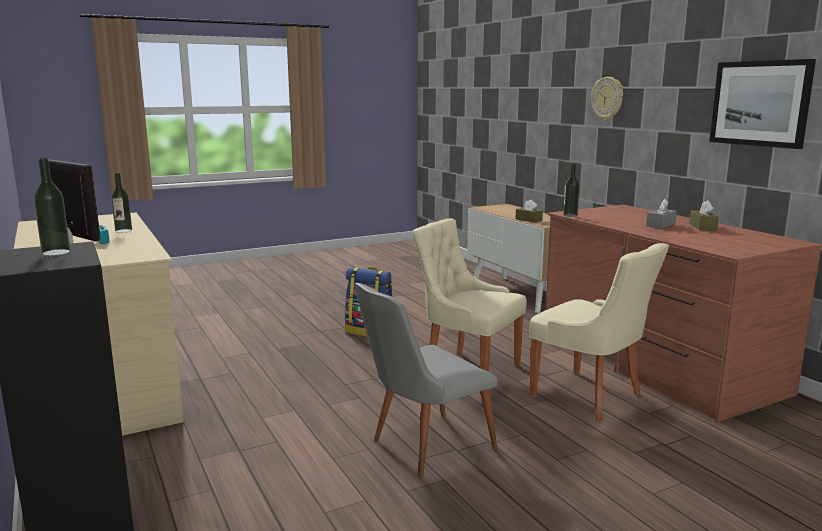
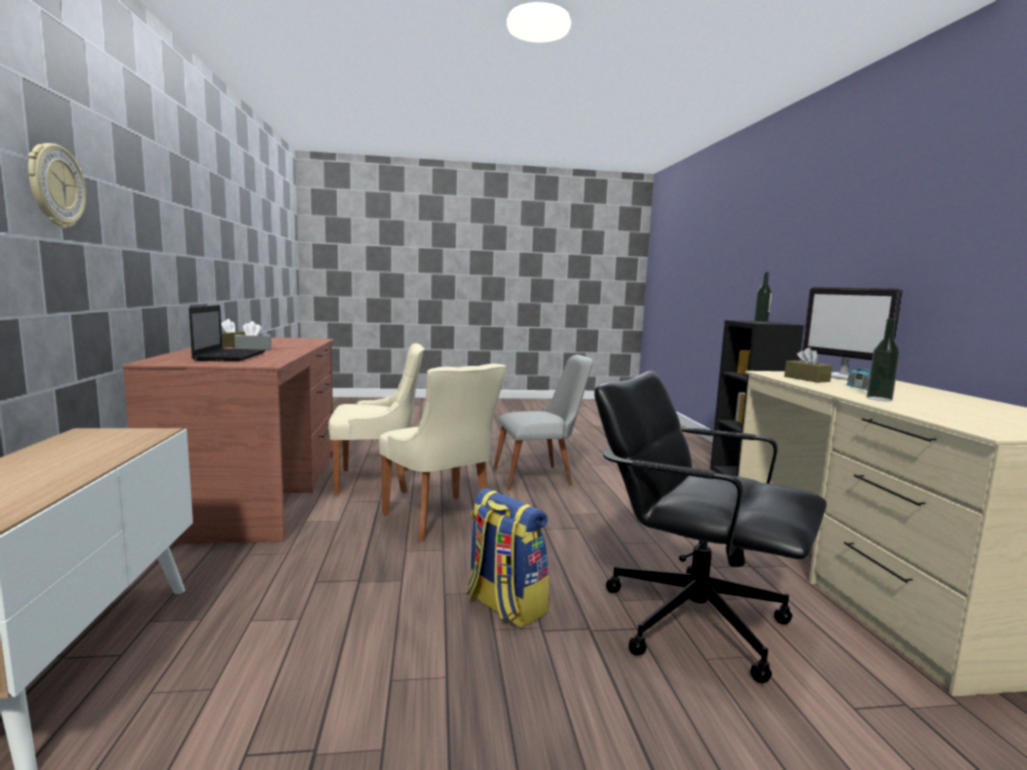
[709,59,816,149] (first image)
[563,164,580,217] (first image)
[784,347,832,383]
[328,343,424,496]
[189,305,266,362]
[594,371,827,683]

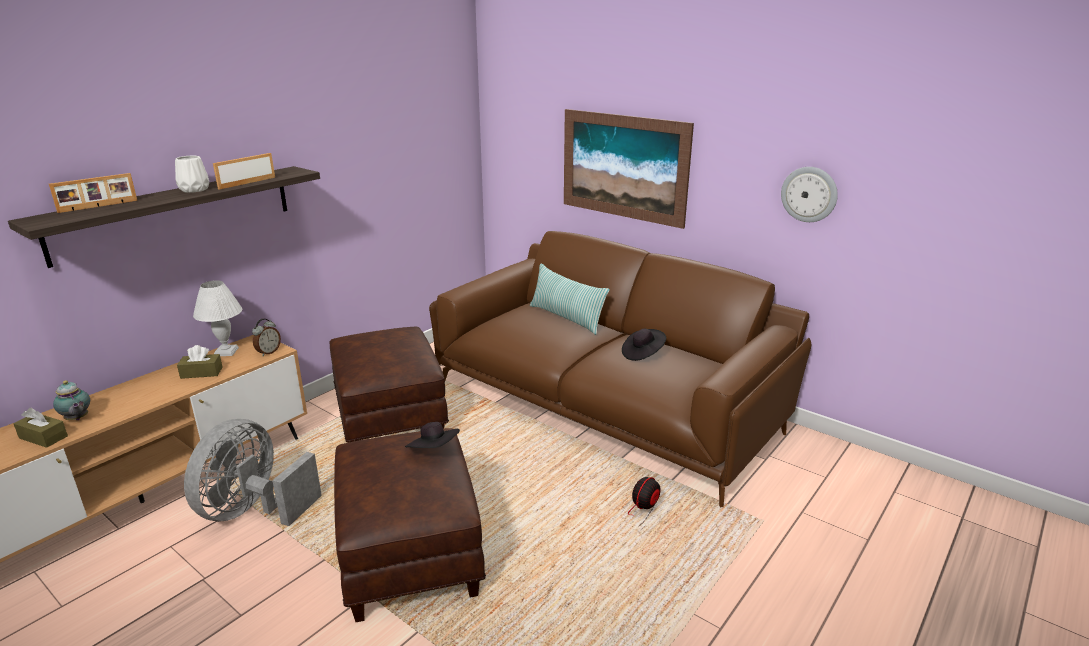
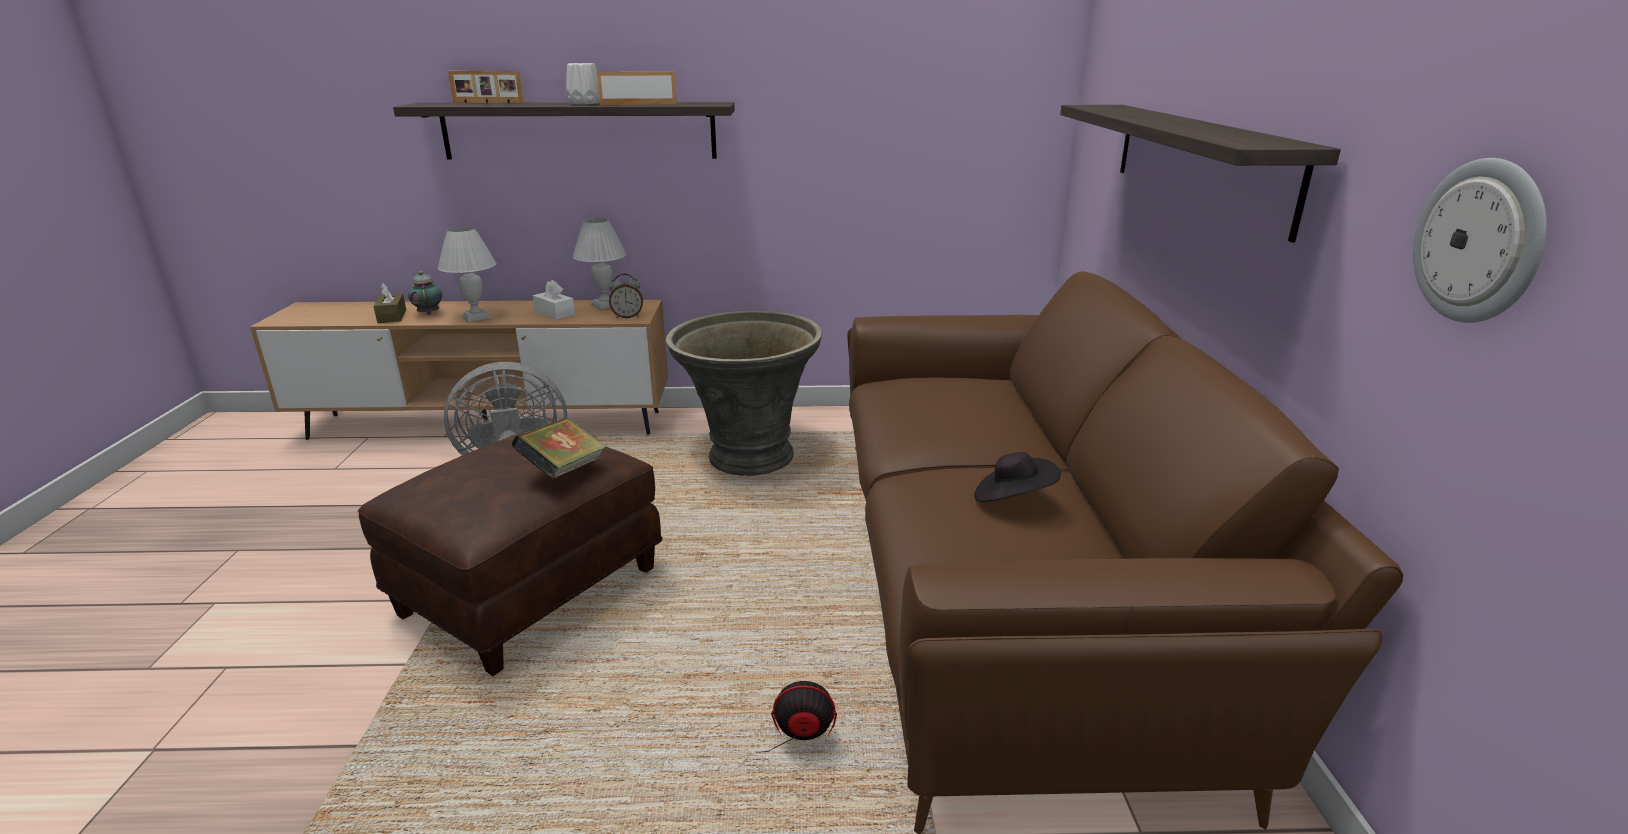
[1060,105,1341,243]
[530,264,610,335] (first image)
[666,310,822,476]
[533,280,575,320]
[408,271,442,315]
[511,417,605,479]
[438,227,496,322]

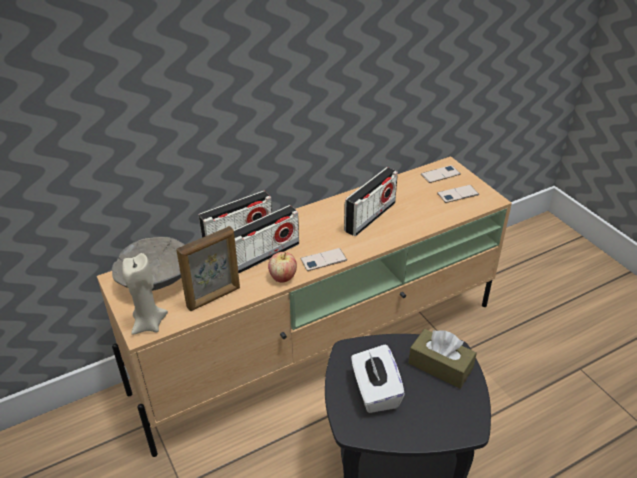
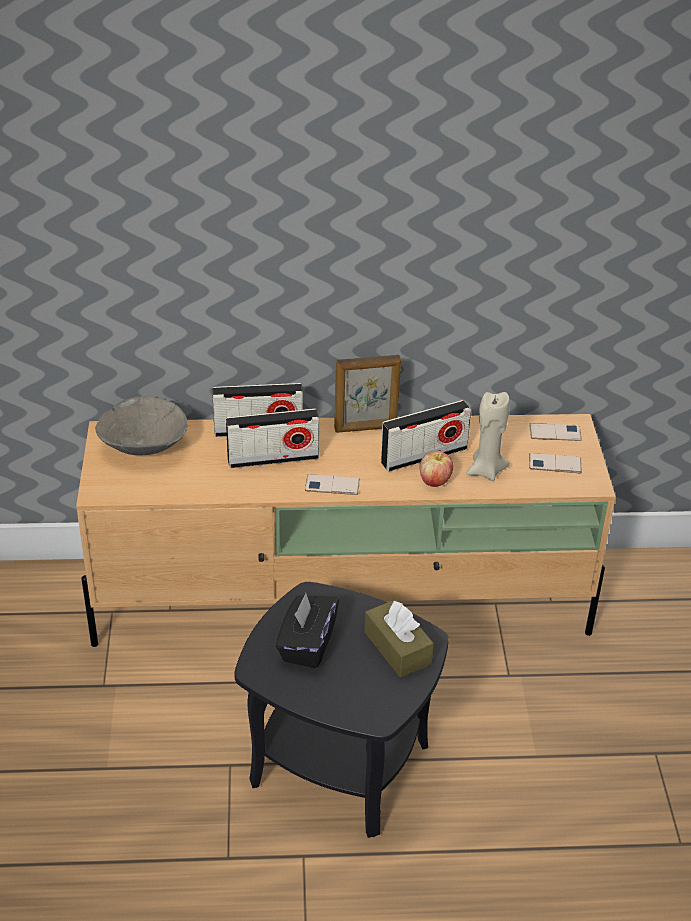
[334,355,401,433]
[420,451,453,487]
[466,392,510,481]
[276,593,339,668]

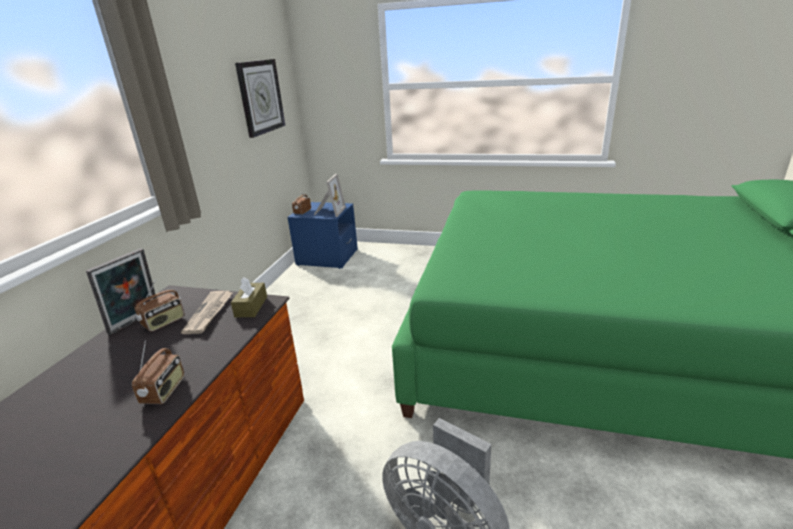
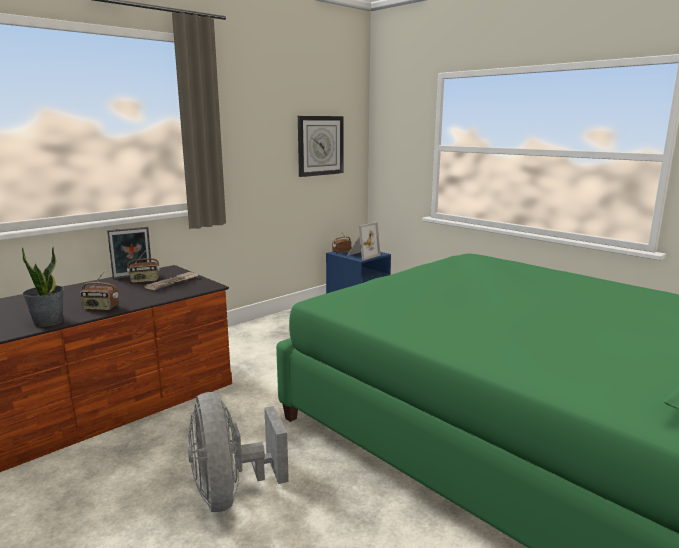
[231,277,267,317] (first image)
[80,271,119,310]
[22,247,64,327]

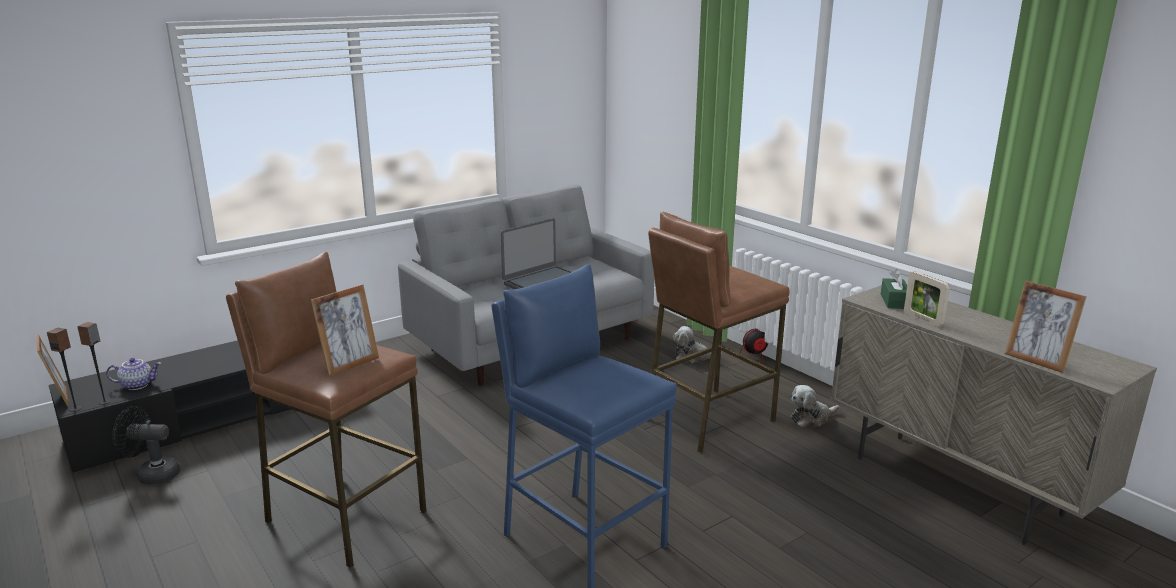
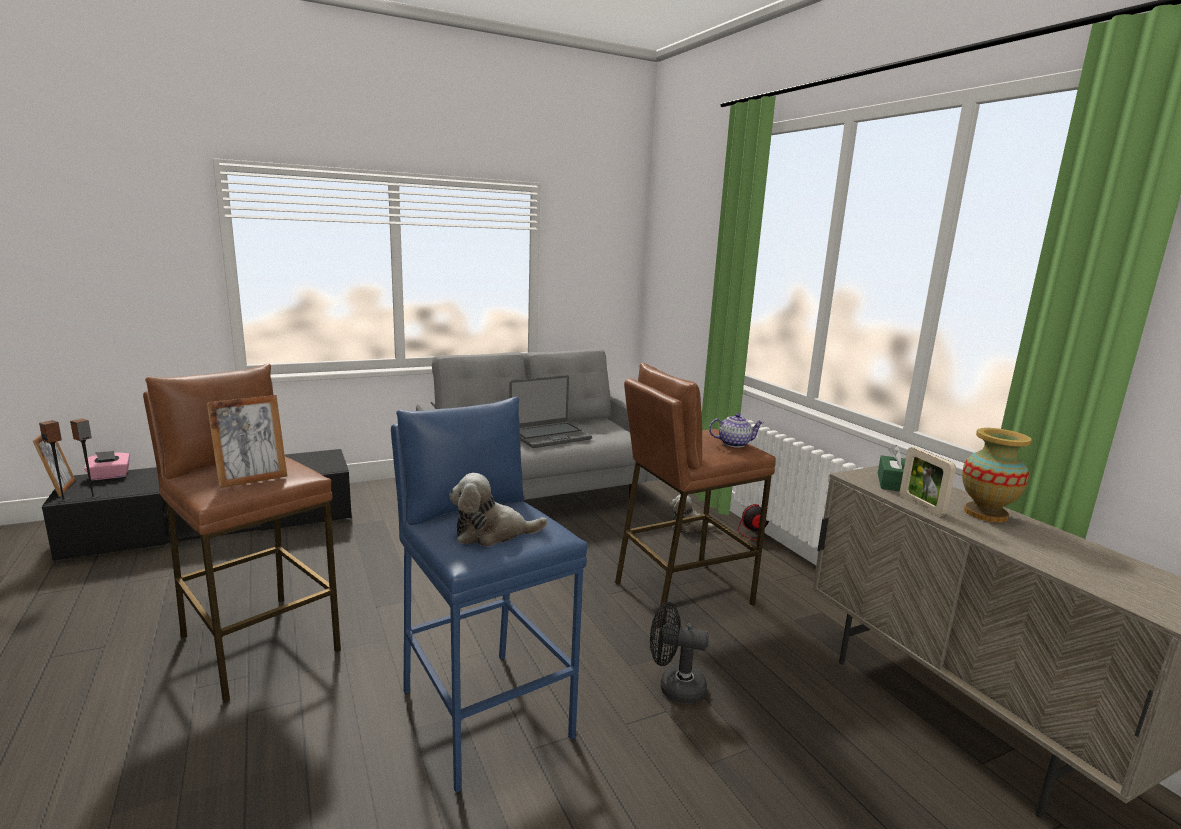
[1004,281,1087,373] (first image)
[709,413,764,448]
[449,473,548,547]
[650,602,709,704]
[962,428,1032,523]
[84,451,130,480]

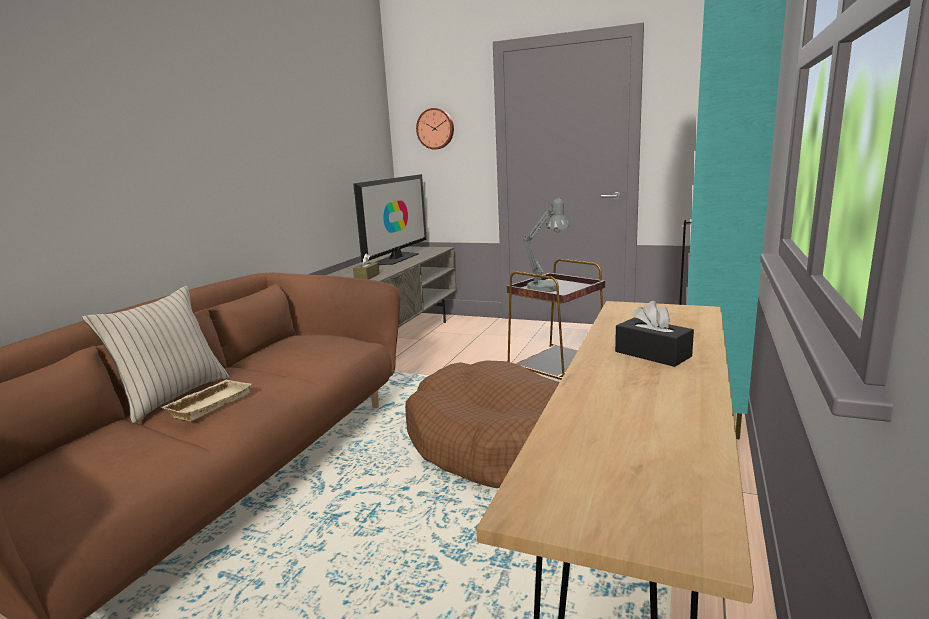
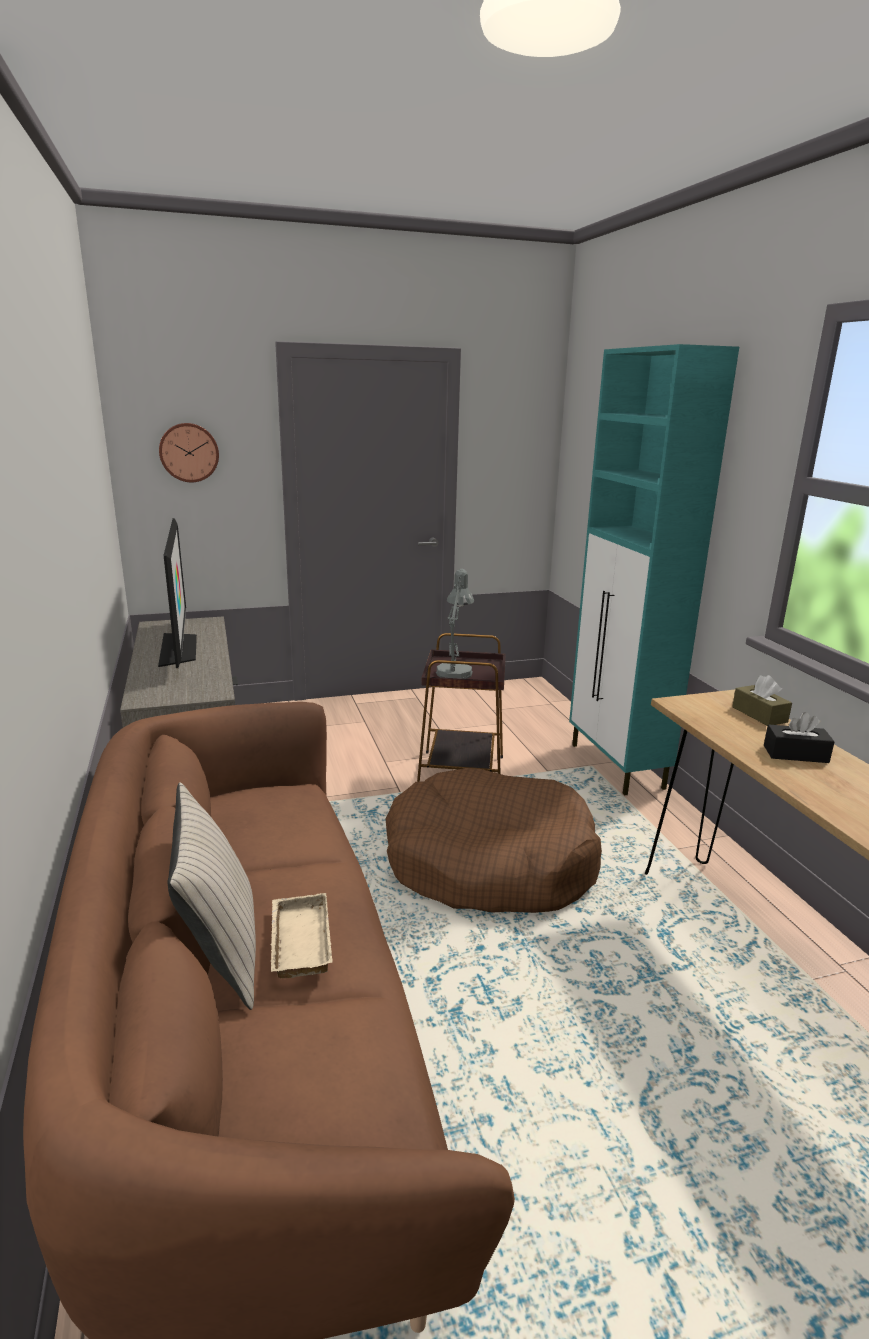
[732,675,792,726]

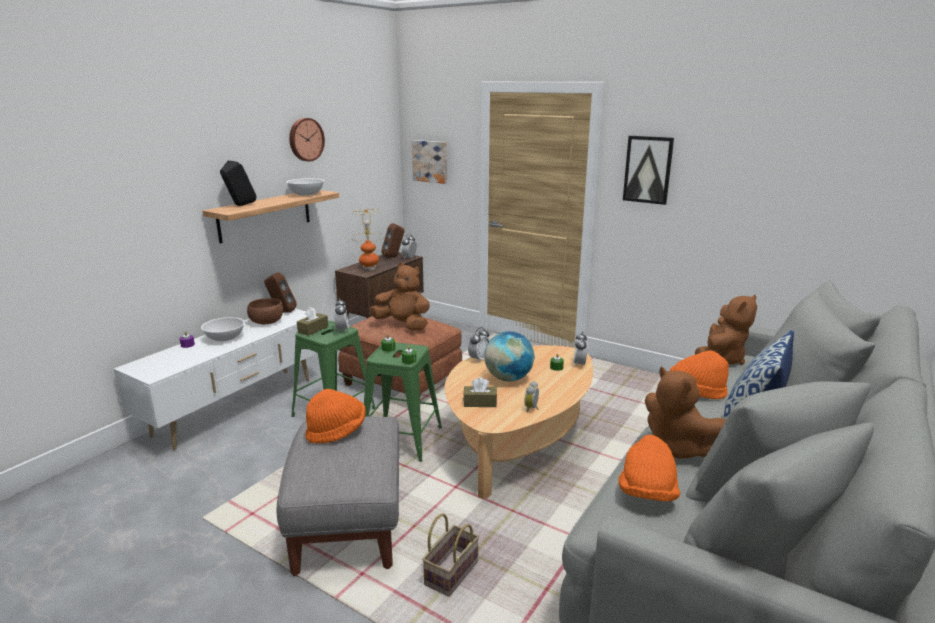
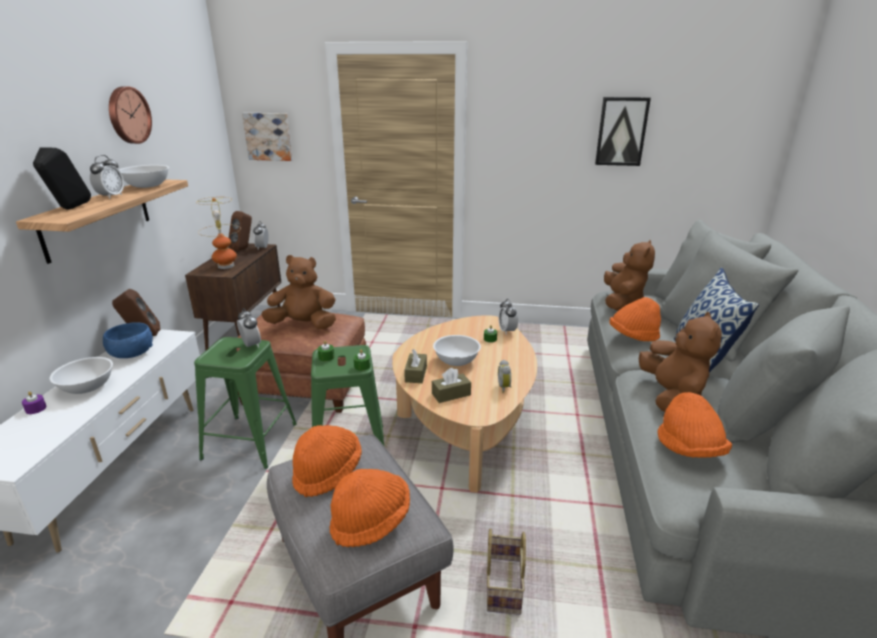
[595,97,651,166]
[103,322,153,358]
[404,349,427,383]
[90,155,124,199]
[433,335,481,366]
[639,312,722,412]
[329,469,410,547]

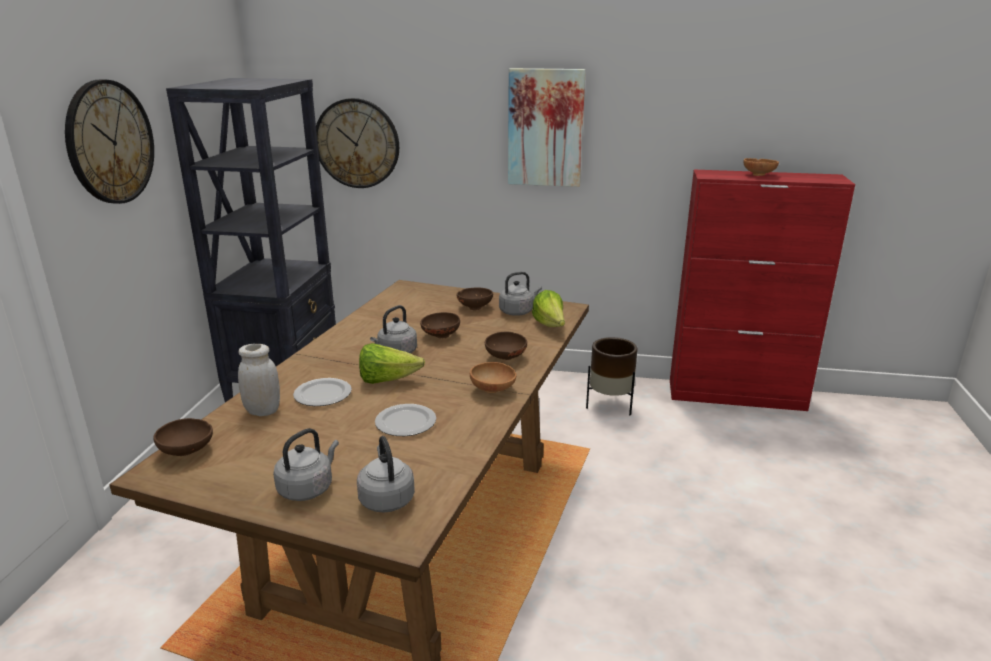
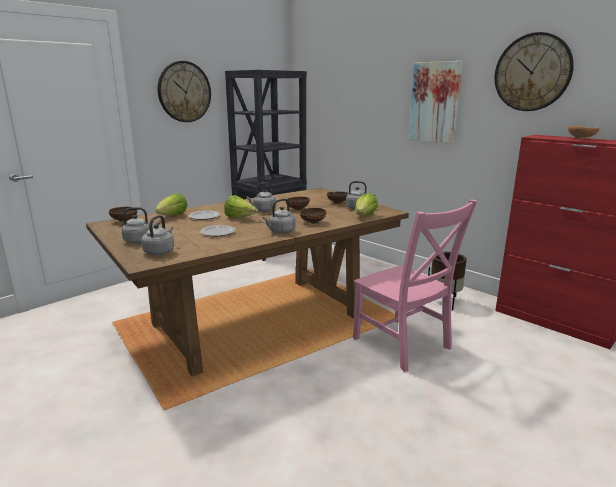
[495,32,574,111]
[155,193,187,215]
[263,199,296,234]
[353,200,478,372]

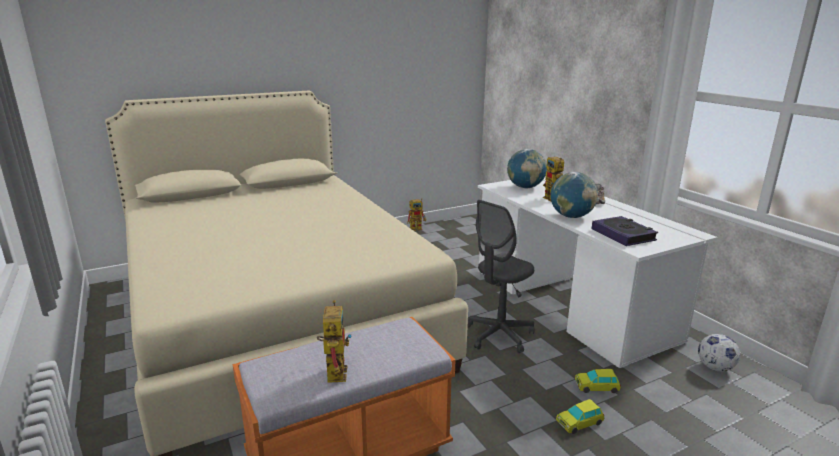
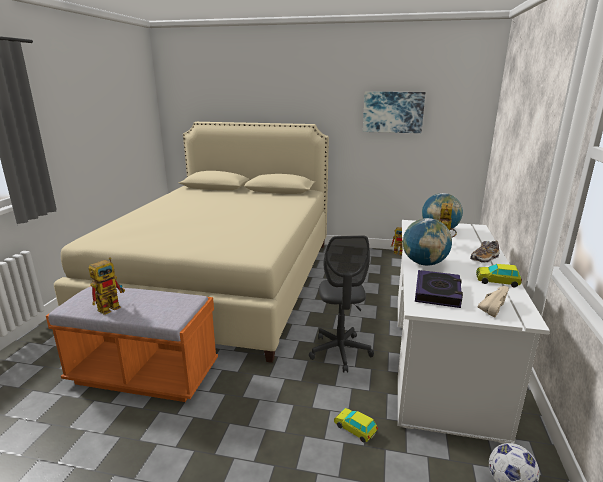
[309,236,374,373]
[476,264,522,287]
[363,92,425,133]
[478,286,509,317]

